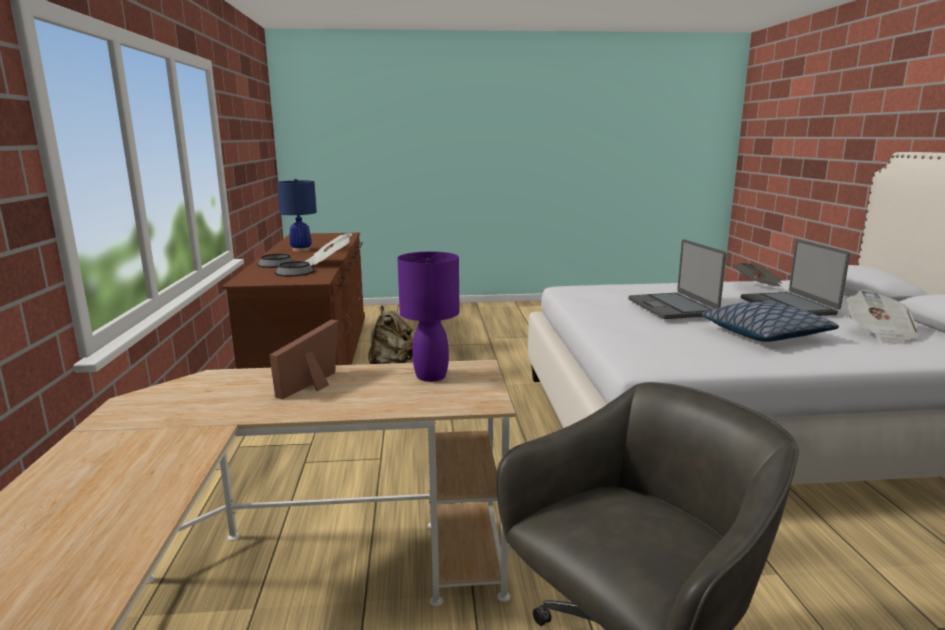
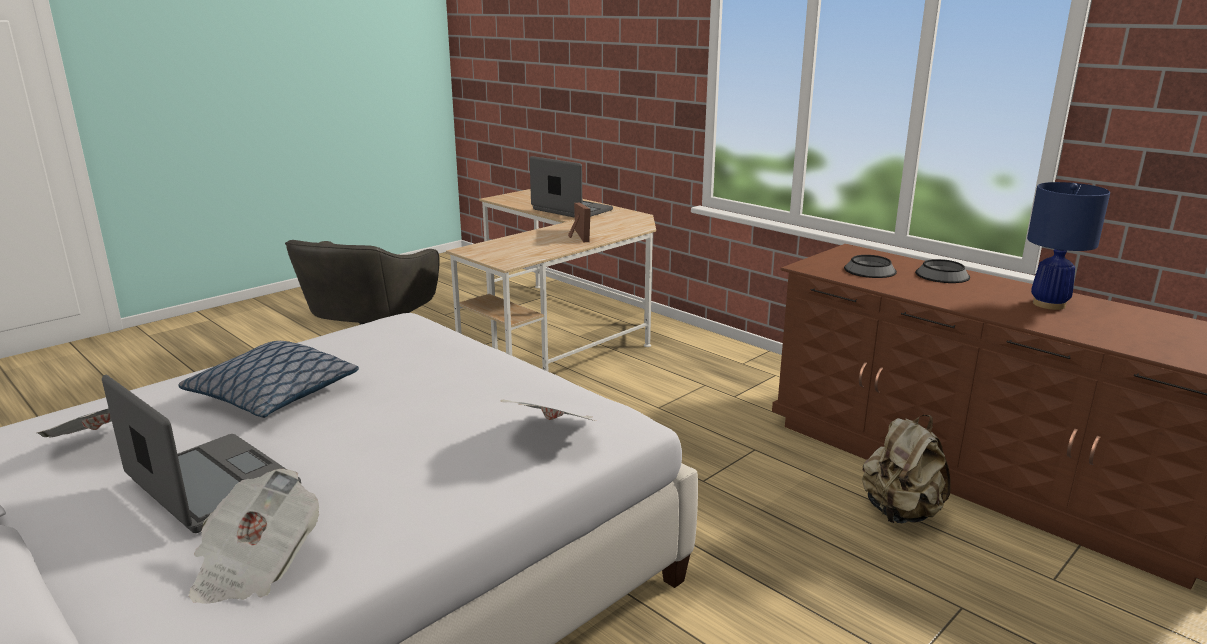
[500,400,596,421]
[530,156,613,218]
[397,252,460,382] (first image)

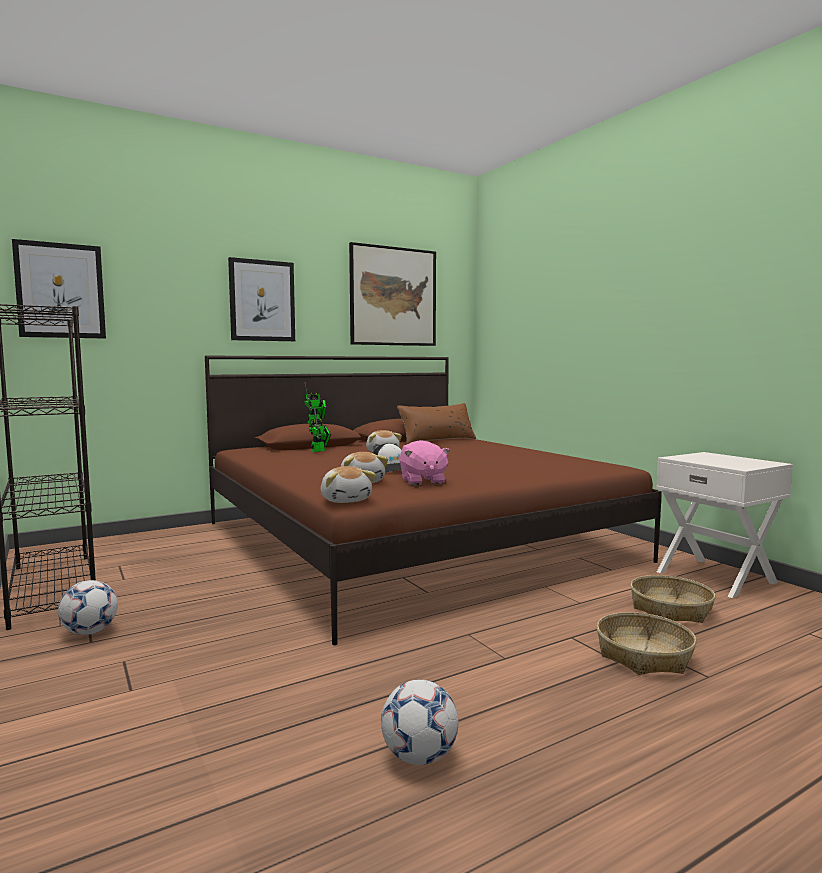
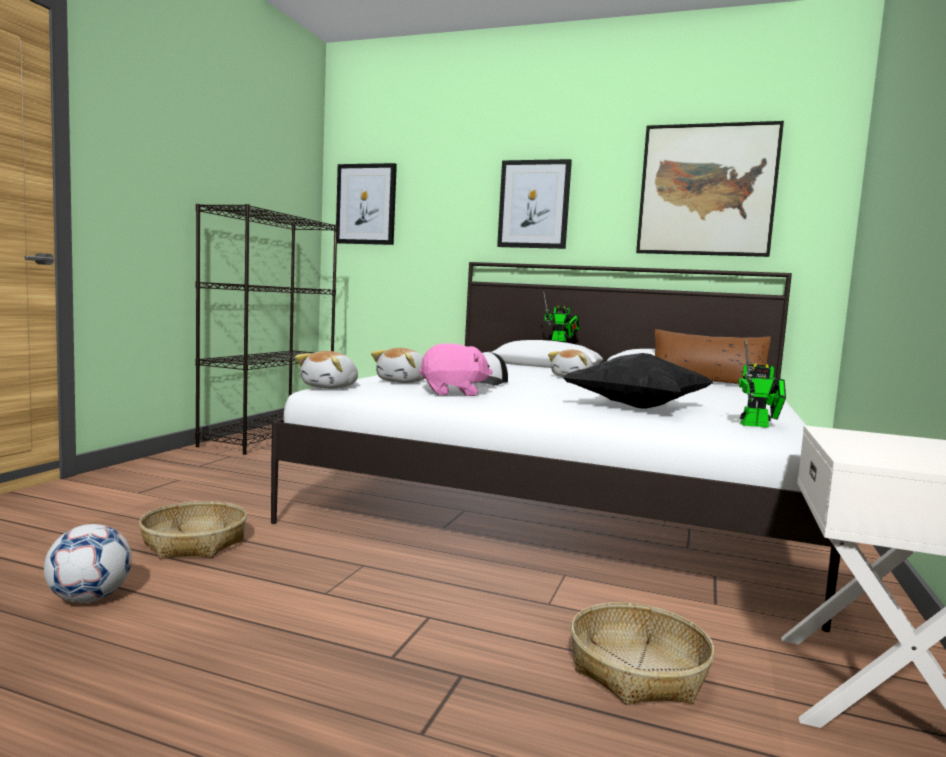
[271,262,840,632]
[738,340,786,427]
[419,343,493,396]
[58,580,118,635] (first image)
[139,501,247,559]
[562,353,713,409]

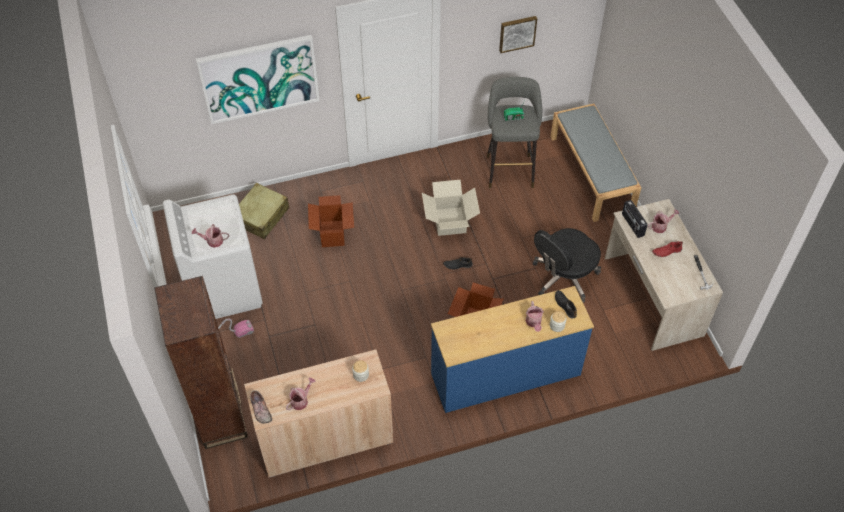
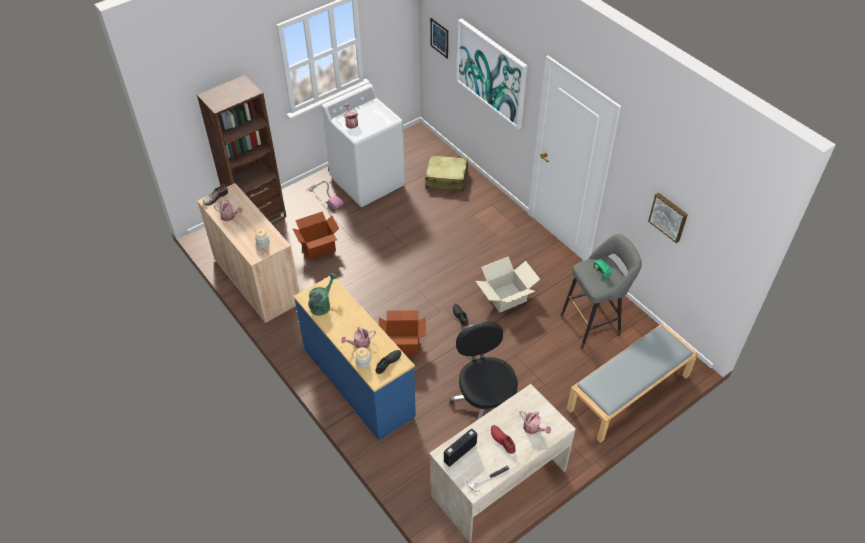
[292,211,339,260]
[444,429,477,467]
[450,321,518,420]
[430,18,448,59]
[308,273,338,316]

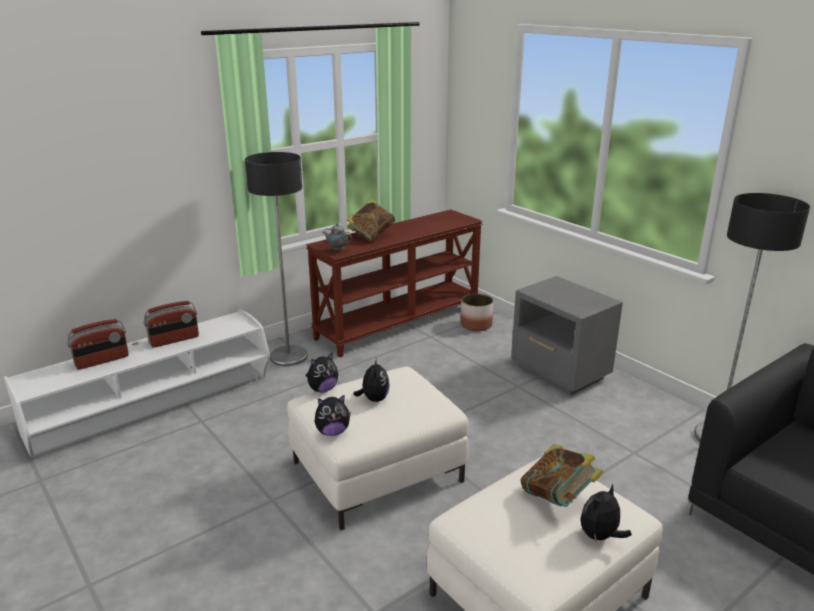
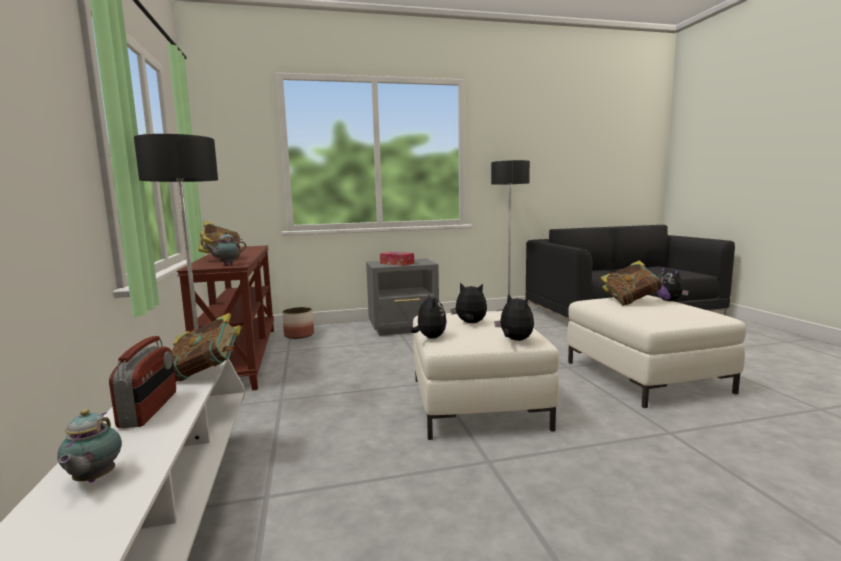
[57,409,122,482]
[494,293,534,341]
[380,252,414,266]
[172,313,241,382]

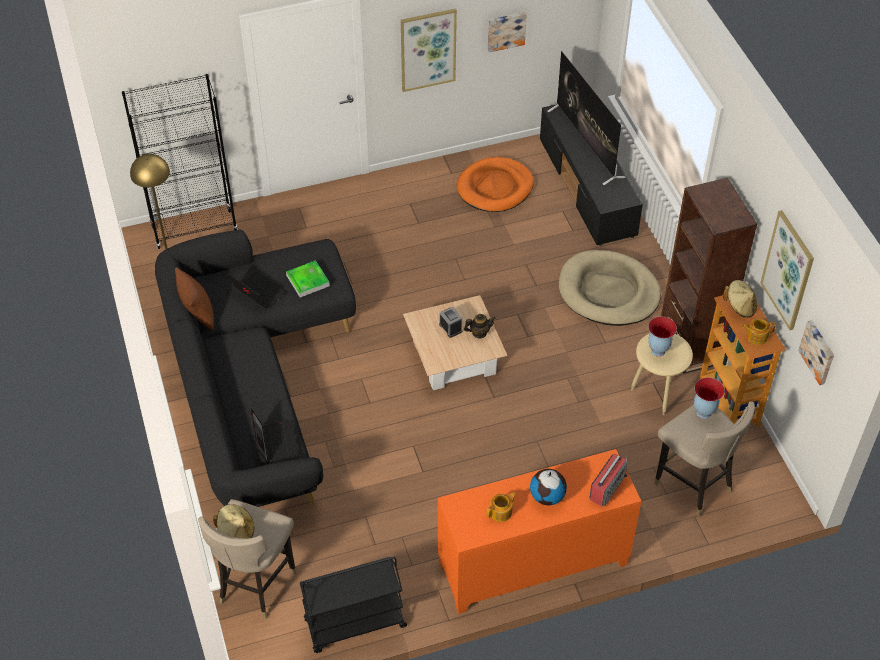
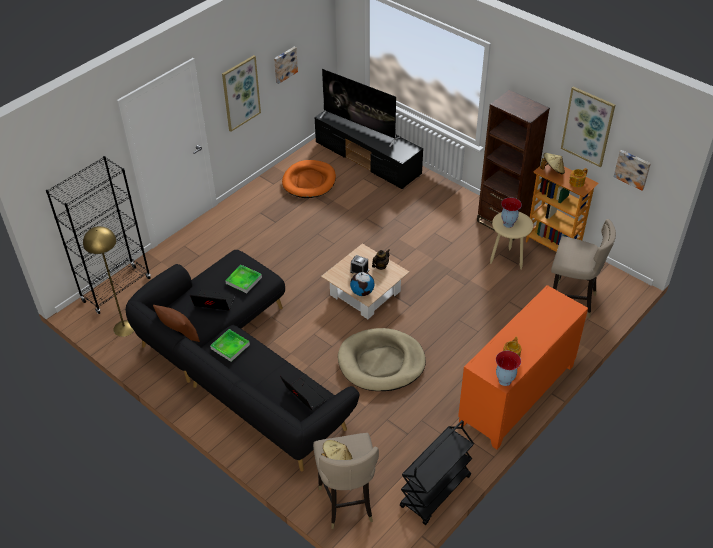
[338,328,426,391]
[496,351,521,386]
[589,453,628,506] (first image)
[350,272,375,296]
[210,329,250,362]

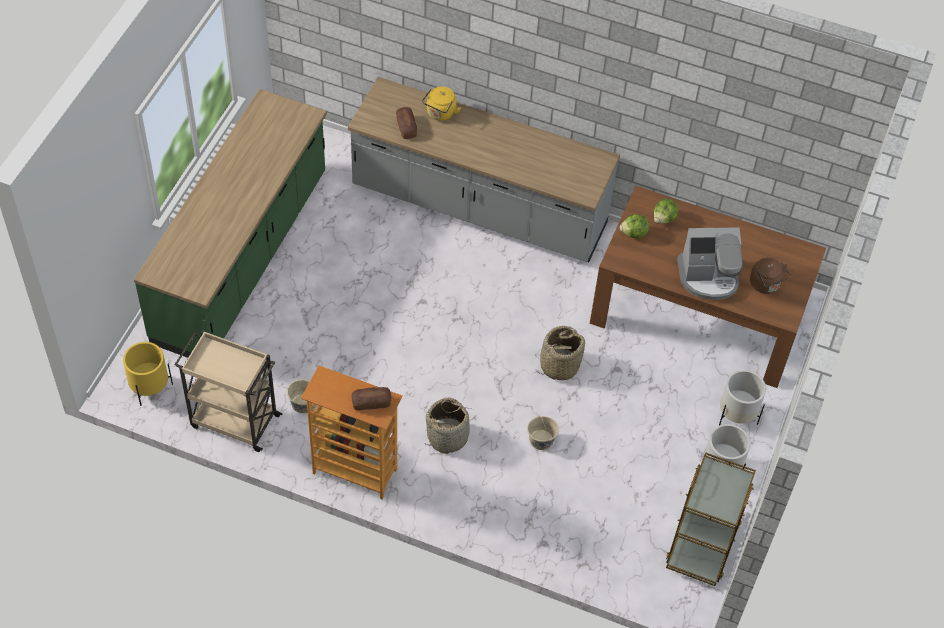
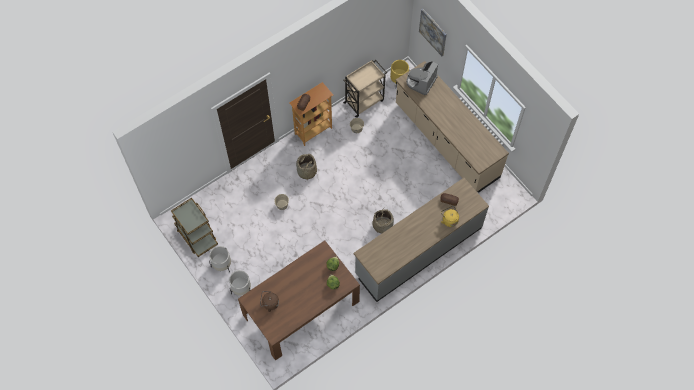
[395,61,509,193]
[406,61,438,95]
[372,209,394,233]
[419,9,447,56]

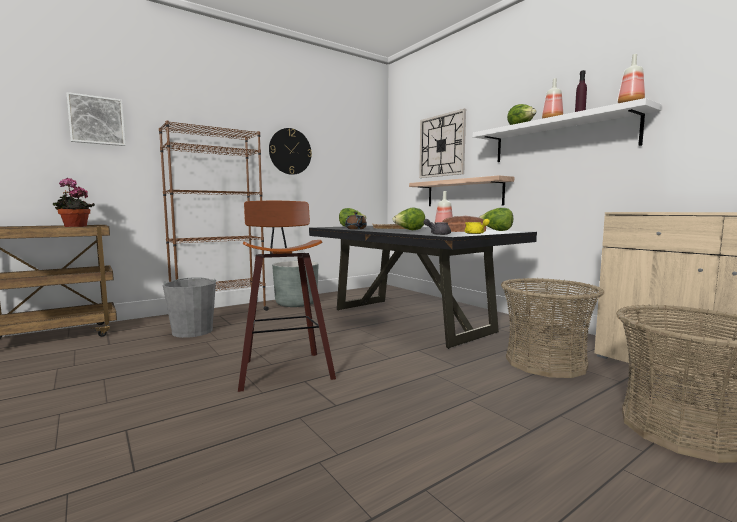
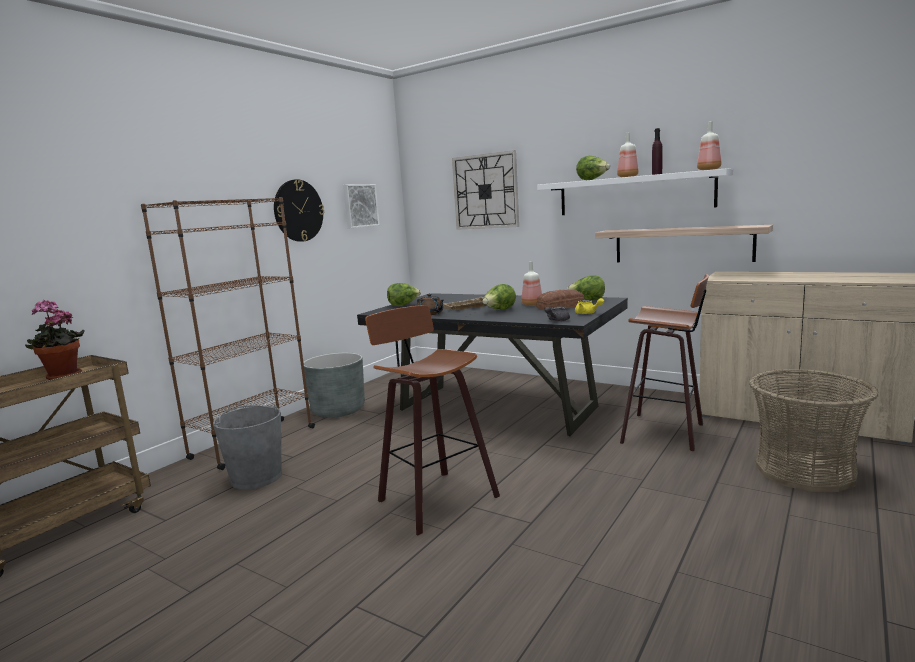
[343,184,380,228]
[595,225,773,262]
[620,274,709,451]

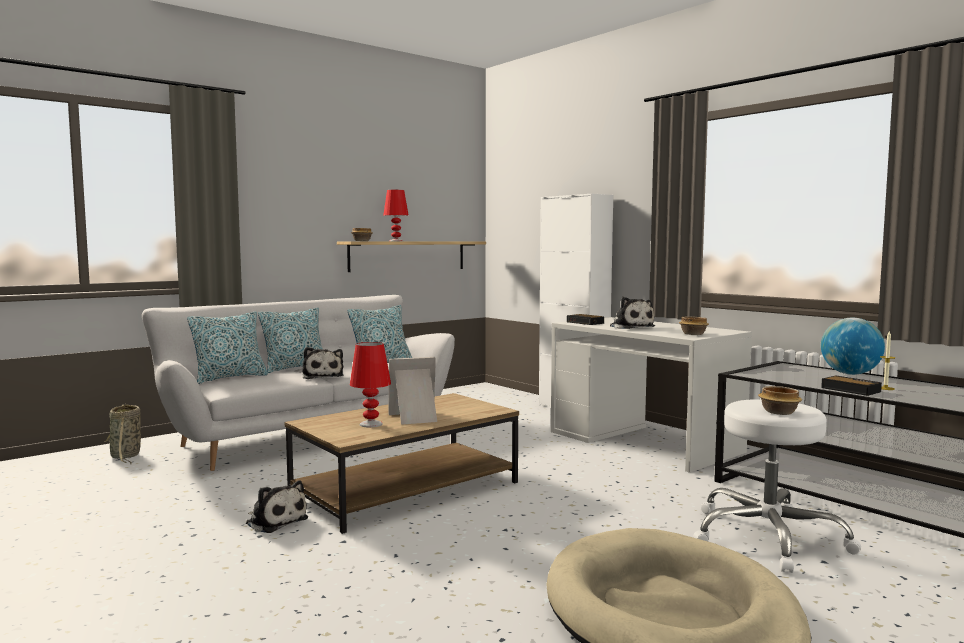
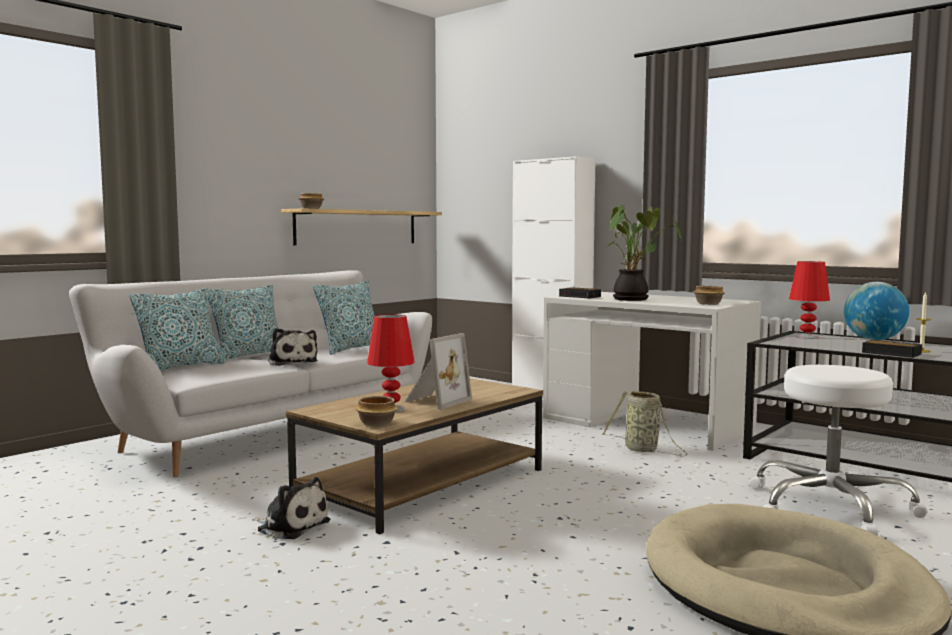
[789,261,830,339]
[608,204,682,301]
[405,333,472,410]
[355,396,398,427]
[602,390,688,456]

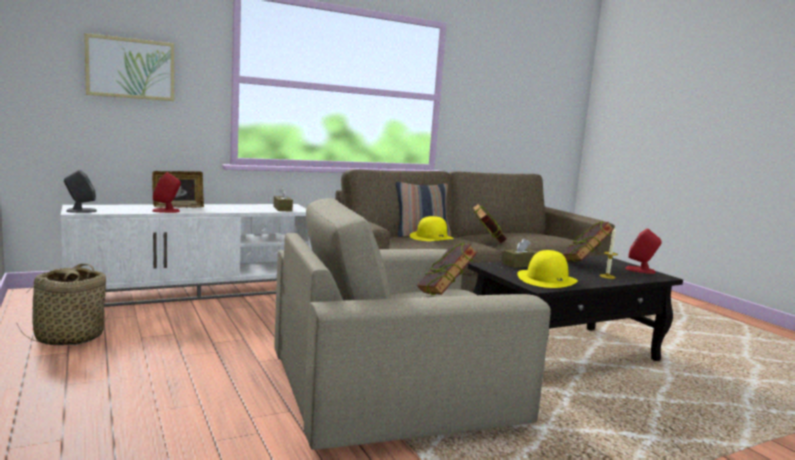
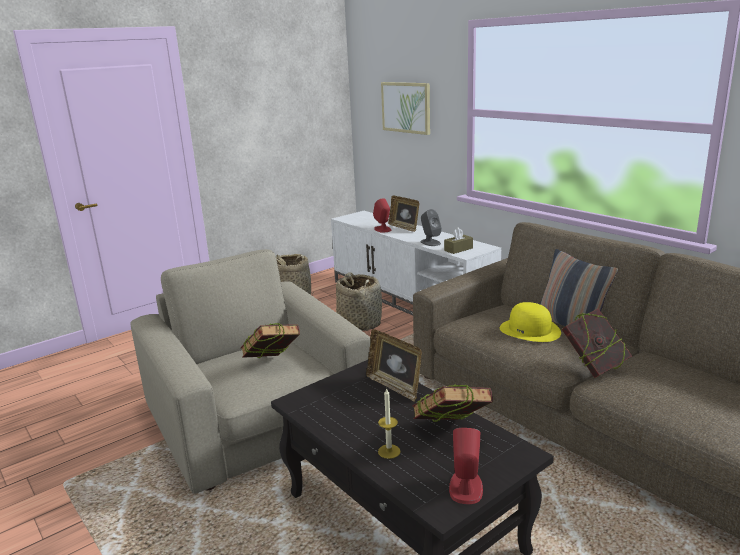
[421,209,442,246]
[366,329,422,402]
[517,250,578,288] (first image)
[336,272,382,331]

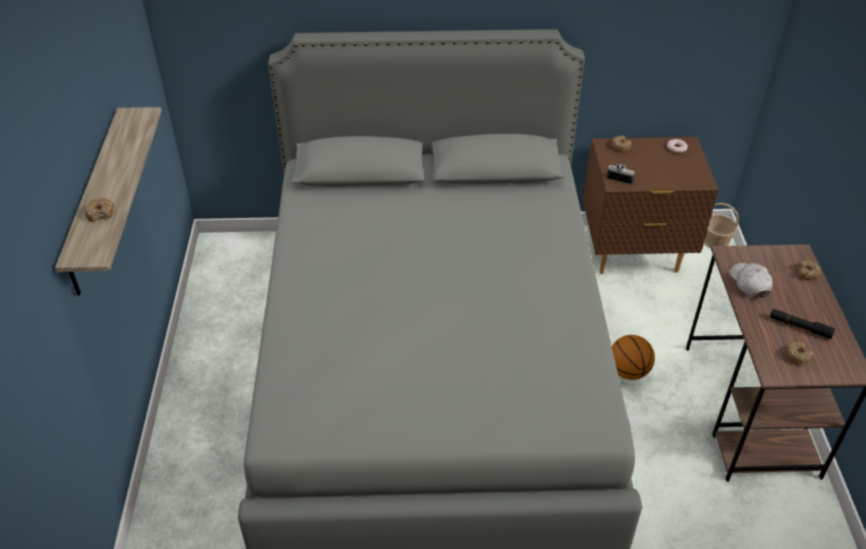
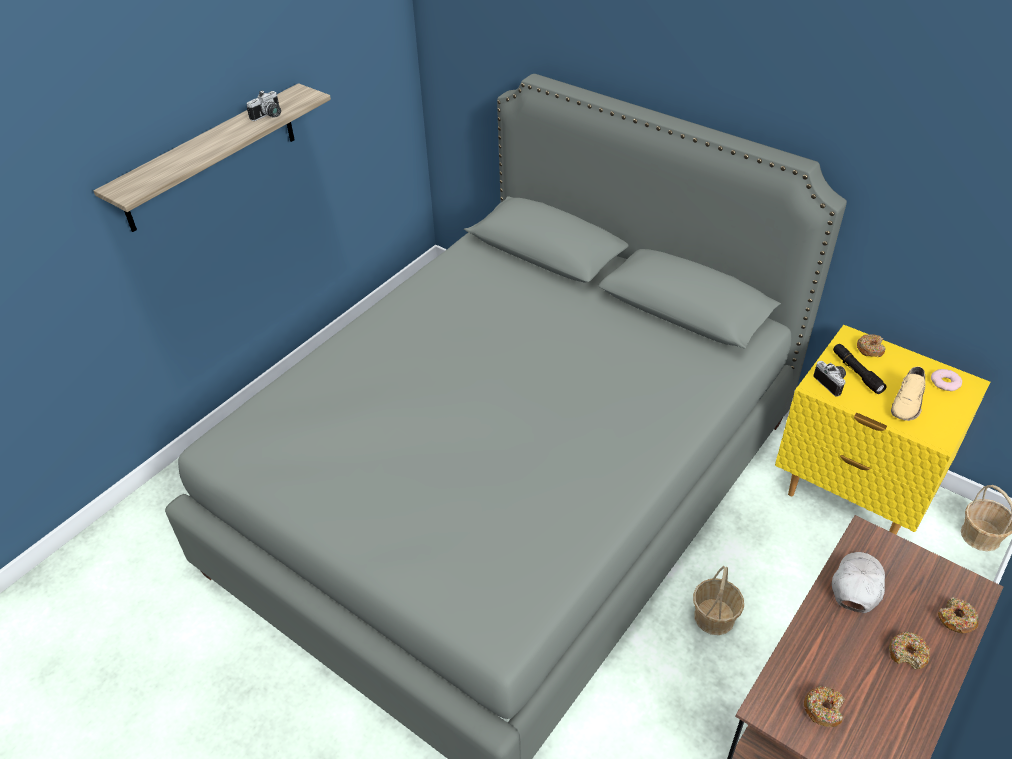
[775,325,990,534]
[889,632,930,669]
[833,344,886,394]
[693,566,744,635]
[246,90,281,121]
[891,366,926,421]

